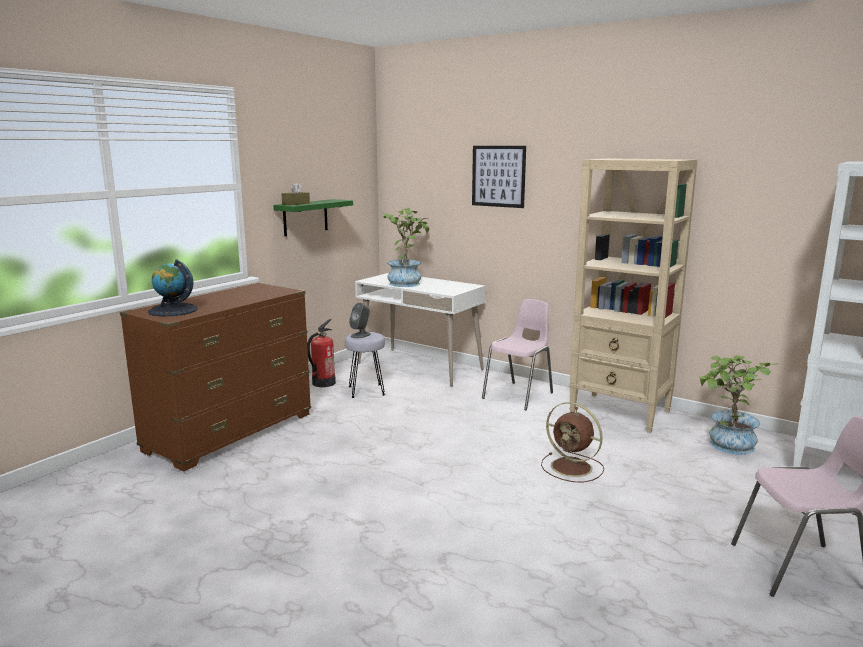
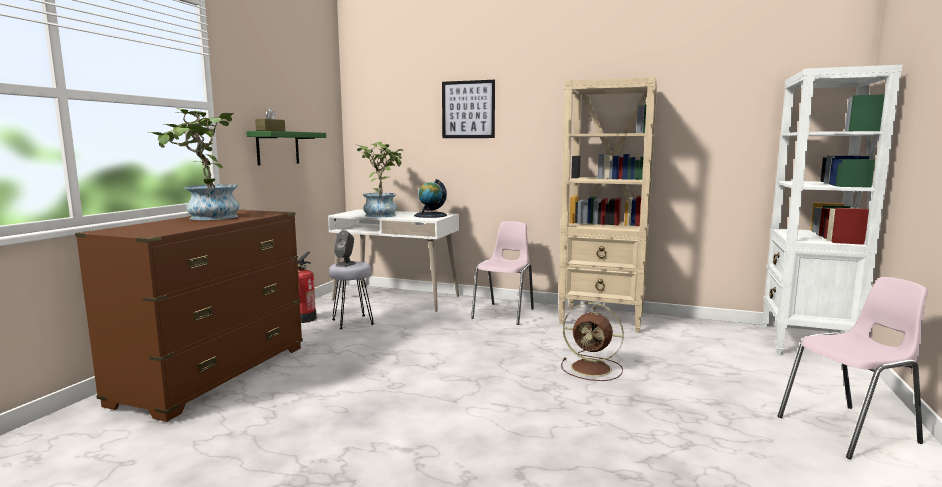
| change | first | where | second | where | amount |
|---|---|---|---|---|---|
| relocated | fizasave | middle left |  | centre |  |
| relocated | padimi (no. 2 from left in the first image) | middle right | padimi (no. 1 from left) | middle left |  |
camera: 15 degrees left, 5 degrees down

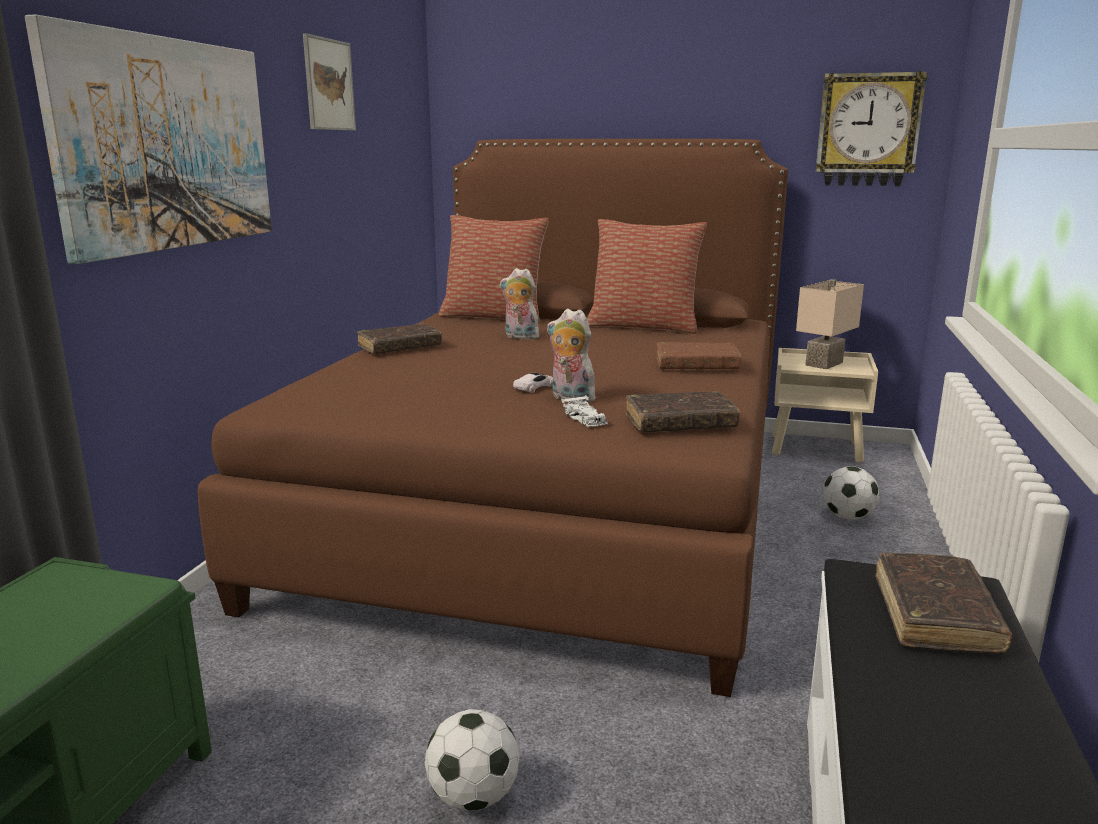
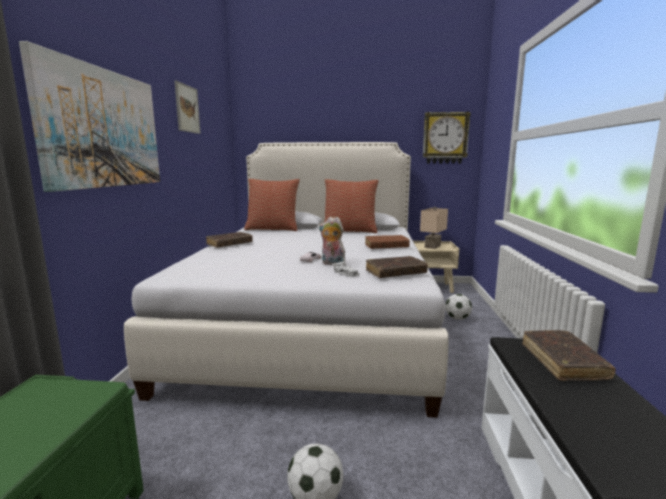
| change | first | where | second | where | amount |
|---|---|---|---|---|---|
| colour | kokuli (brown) | centre | kokuli (white) | centre |  |
| missing | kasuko (no. 1 from left) | centre |  |  |  |
camera: 10 degrees left, 5 degrees down

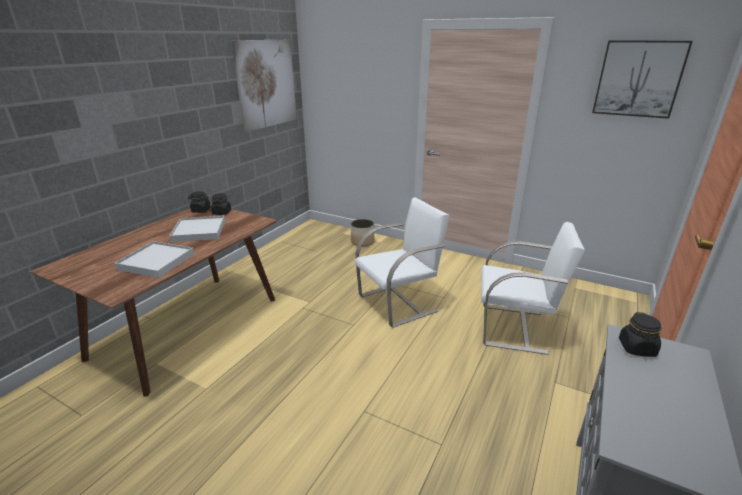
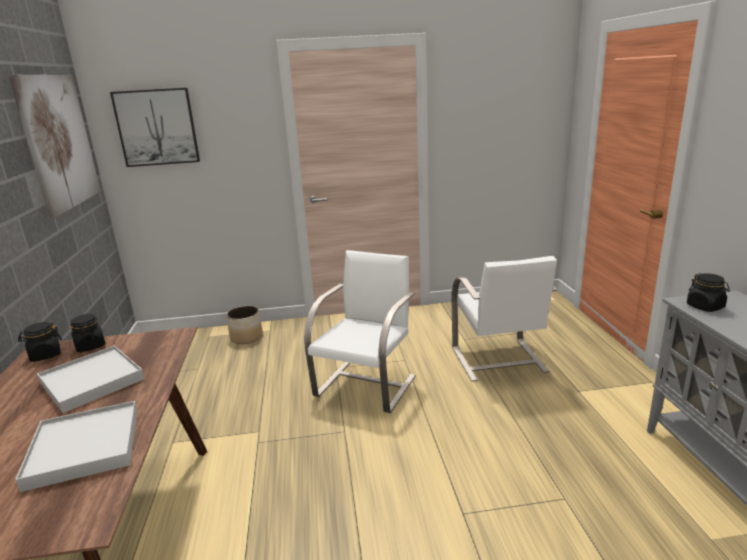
| change | first | where | second | where | amount |
|---|---|---|---|---|---|
| spun | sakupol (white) (no. 2 from left) | middle right |  | middle right | 105 degrees clockwise |
| relocated | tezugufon (no. 2 from left) | top right |  | top left |  |
camera: 35 degrees left, 5 degrees down

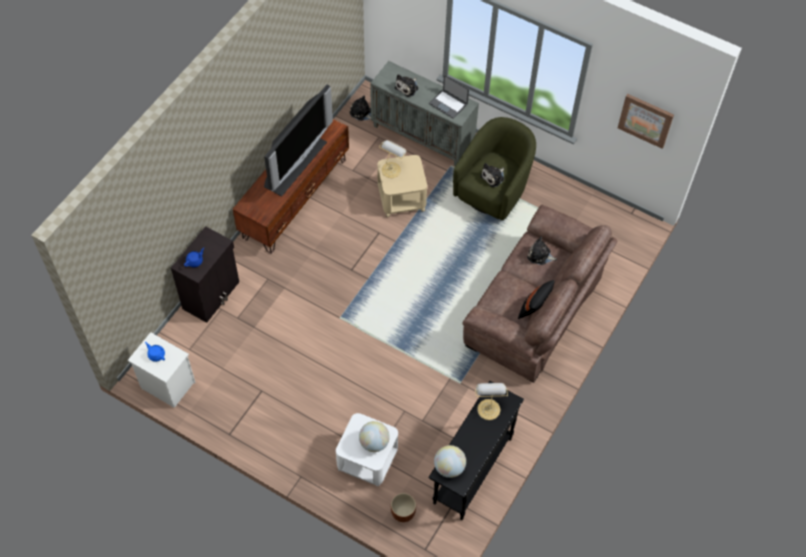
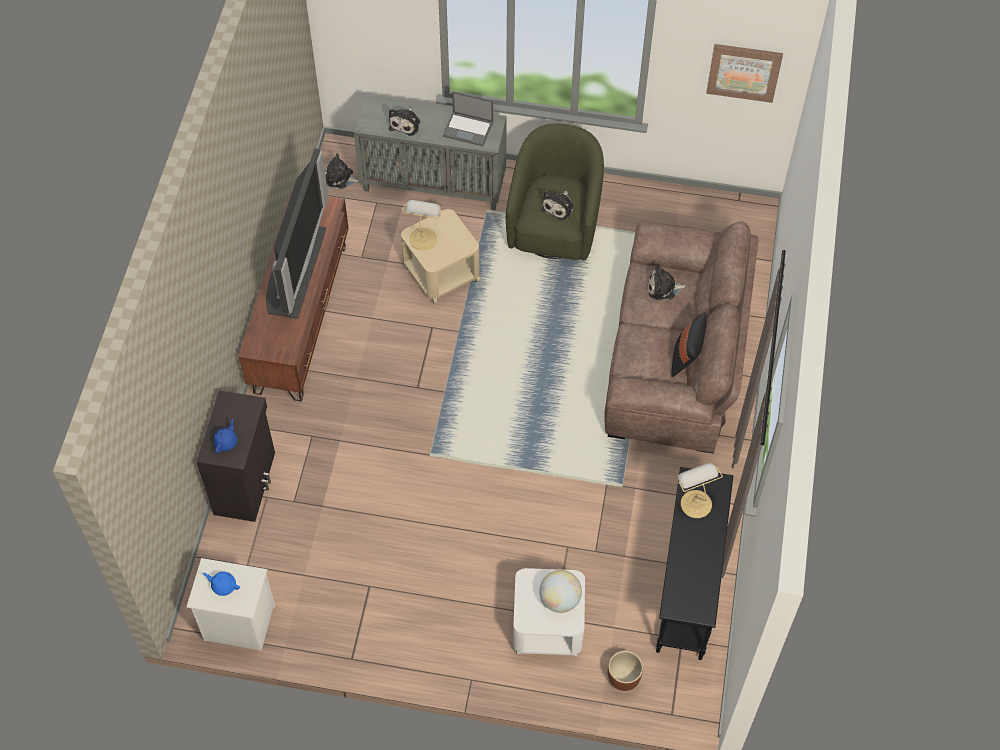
| change | first | where | second | where | amount |
|---|---|---|---|---|---|
| missing | fizasave (no. 2 from left) | bottom centre |  |  |  |
camera: 20 degrees left, 0 degrees up

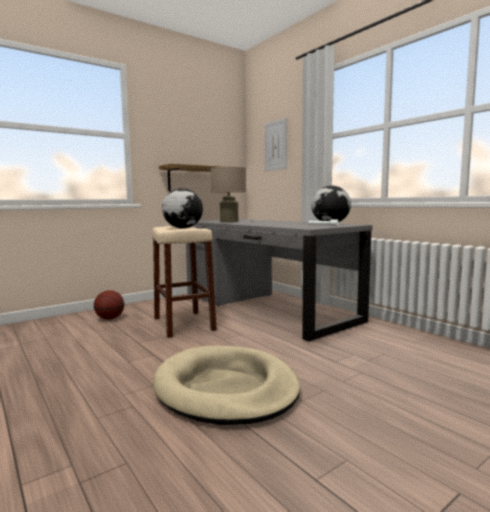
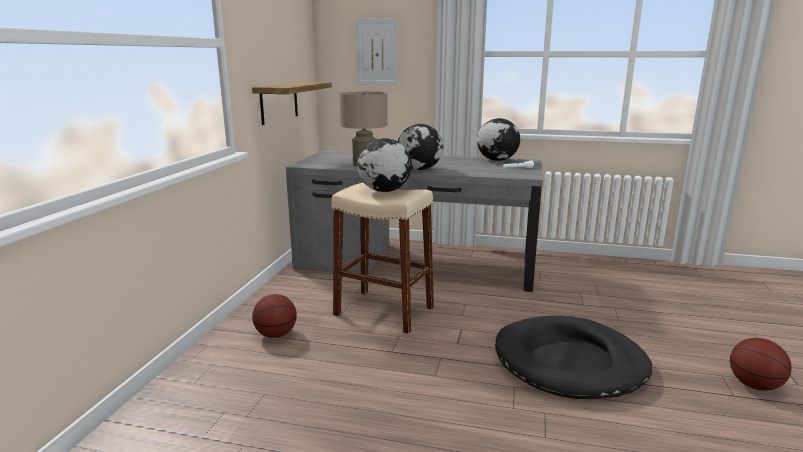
| change | first | where | second | where | amount |
|---|---|---|---|---|---|
| colour | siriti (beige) | bottom centre | siriti (black) | bottom right |  |
| appeared |  |  | fizasave (no. 2 from left) | top centre |  |
| appeared |  |  | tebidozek (no. 2 from left) | bottom right |  |
camera: 40 degrees left, 10 degrees up

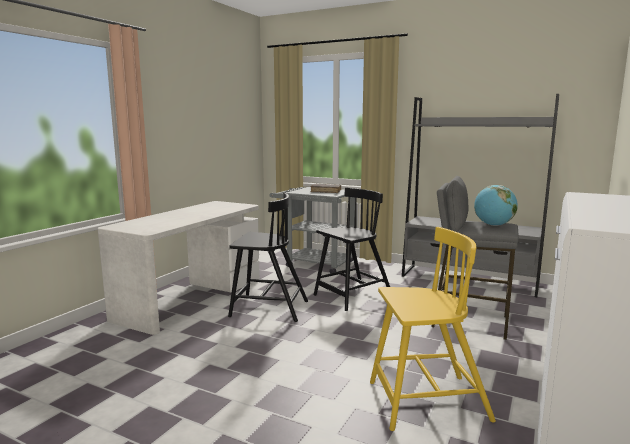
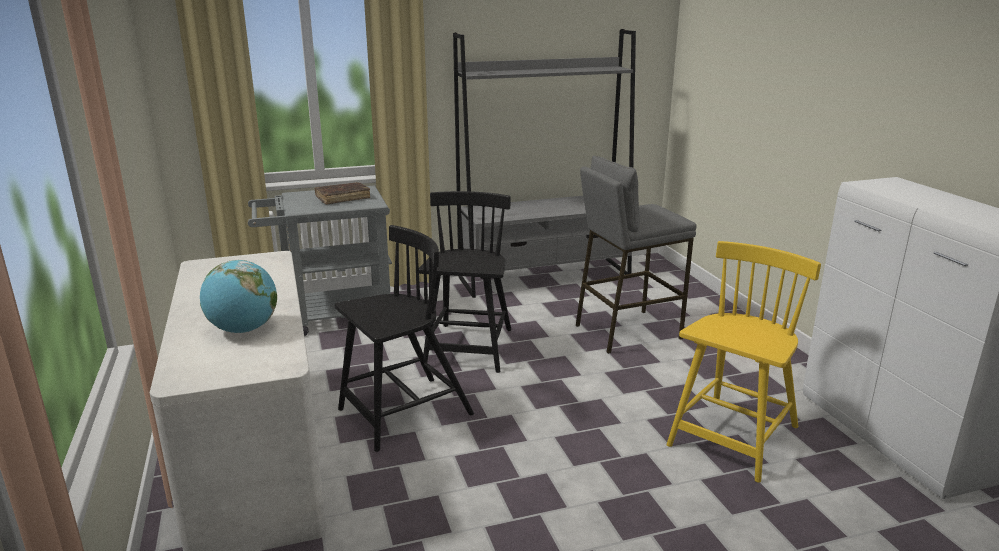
| change | first | where | second | where | amount |
|---|---|---|---|---|---|
| relocated | fizasave | middle right |  | middle left |  |
camera: 45 degrees left, 10 degrees up

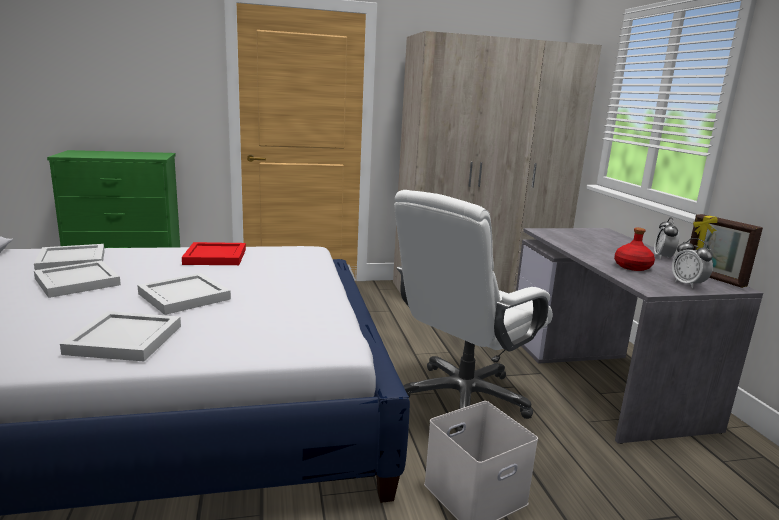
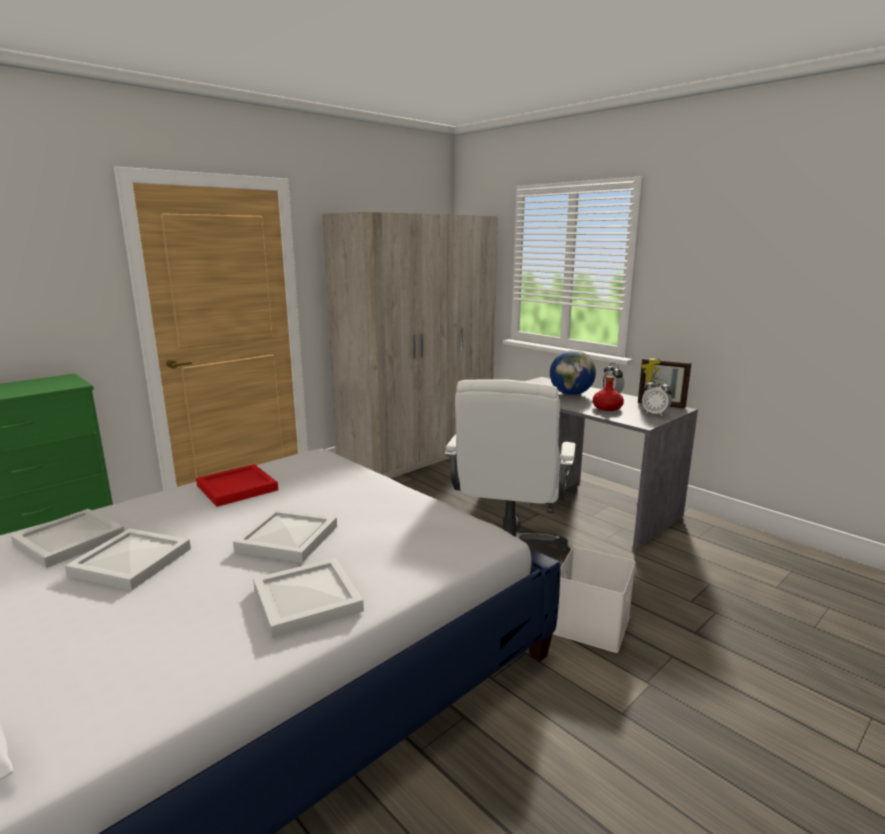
| change | first | where | second | where | amount |
|---|---|---|---|---|---|
| appeared |  |  | fizasave | centre |  |
camera: 30 degrees left, 0 degrees up

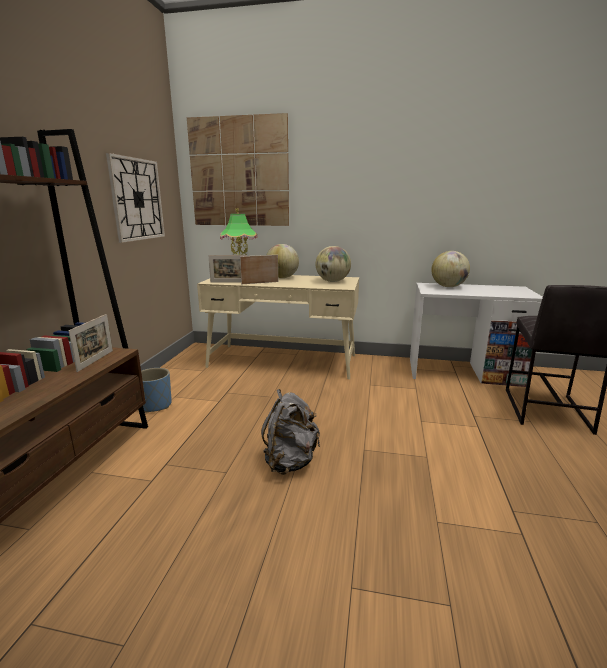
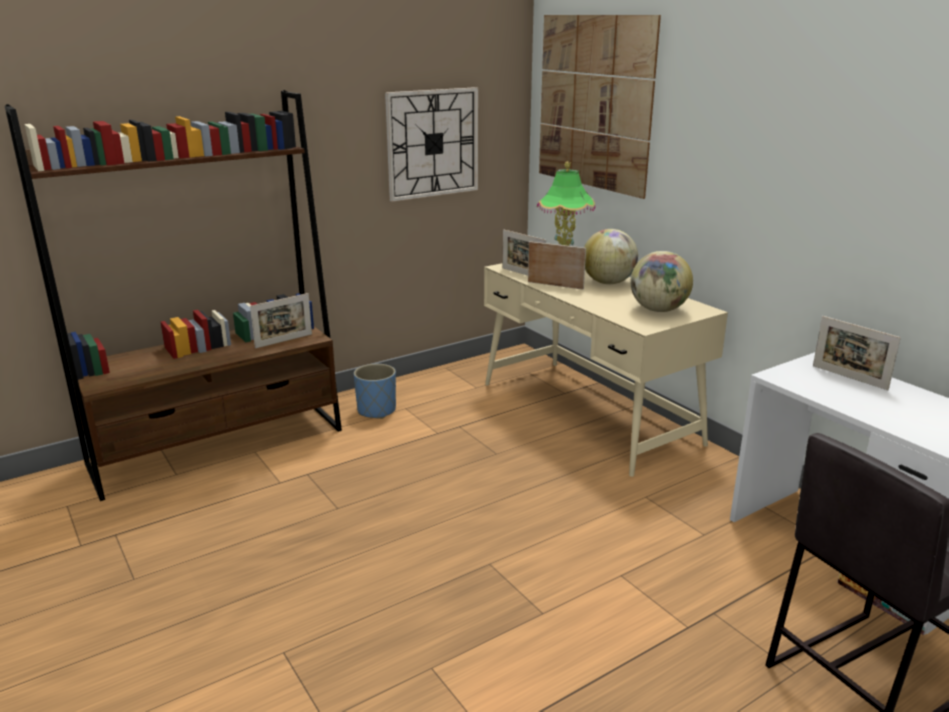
| change | first | where | second | where | amount |
|---|---|---|---|---|---|
| missing | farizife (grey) | centre |  |  |  |
| exchanged | fizasave (no. 3 from left) | middle right | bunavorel (no. 4 from left) | middle right |  |
camera: 45 degrees right, 5 degrees up

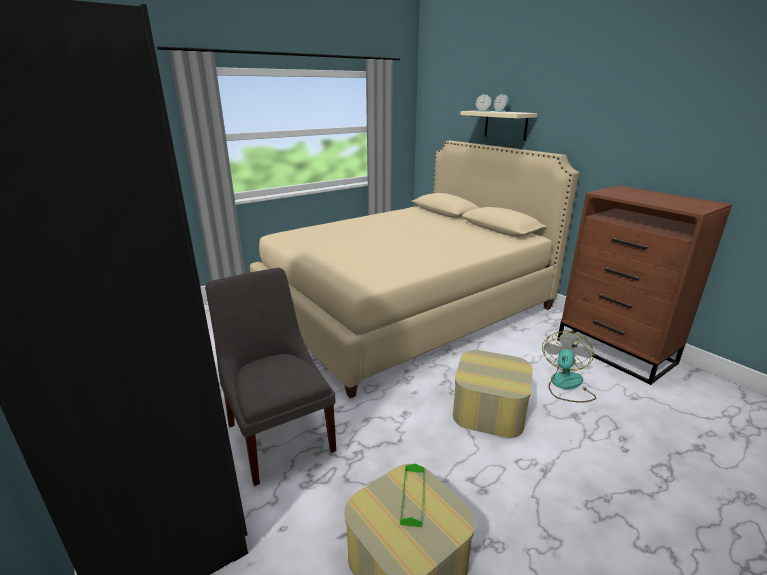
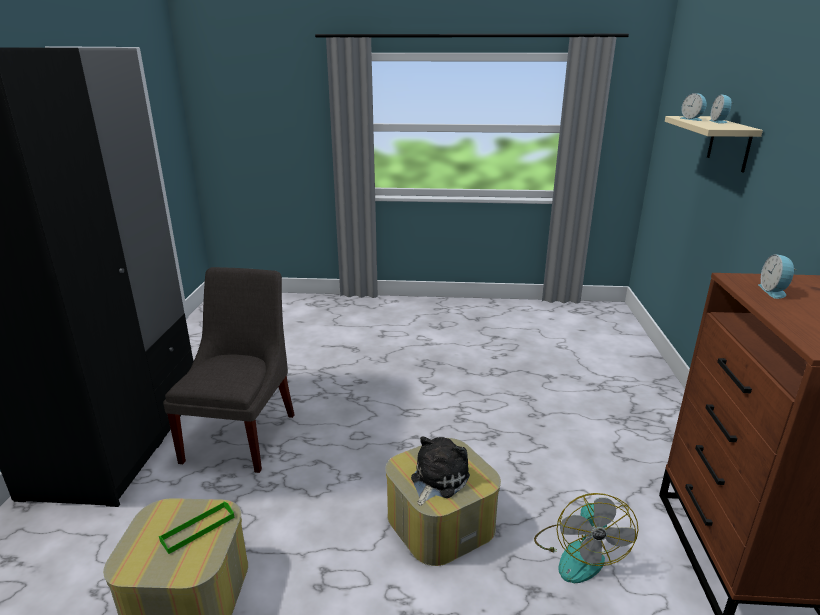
| change | first | where | second | where | amount |
|---|---|---|---|---|---|
| missing | kokuli (beige) | centre |  |  |  |
| spun | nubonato | middle right |  | bottom right | 120 degrees clockwise |
| appeared |  |  | kasuko | bottom centre |  |
| appeared |  |  | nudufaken (no. 3 from left) | middle right |  |
camera: 40 degrees right, 0 degrees up

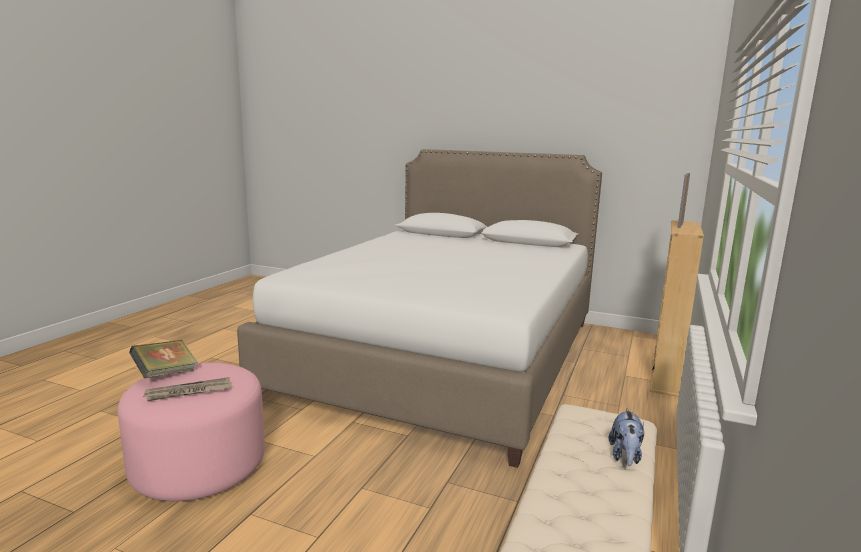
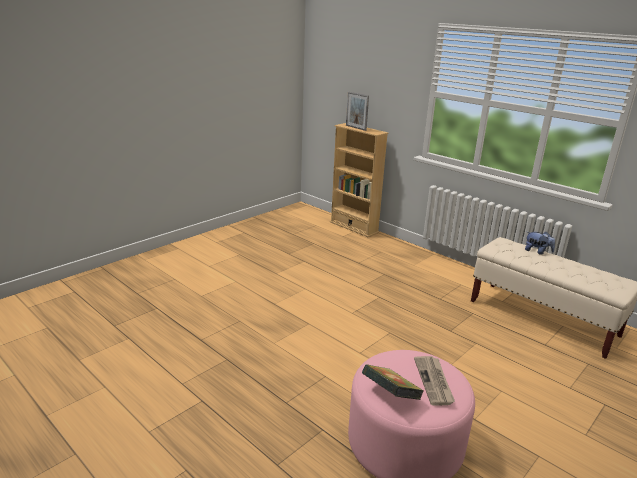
| change | first | where | second | where | amount |
|---|---|---|---|---|---|
| missing | kokuli (white) | centre |  |  |  |
camera: 70 degrees left, 10 degrees up

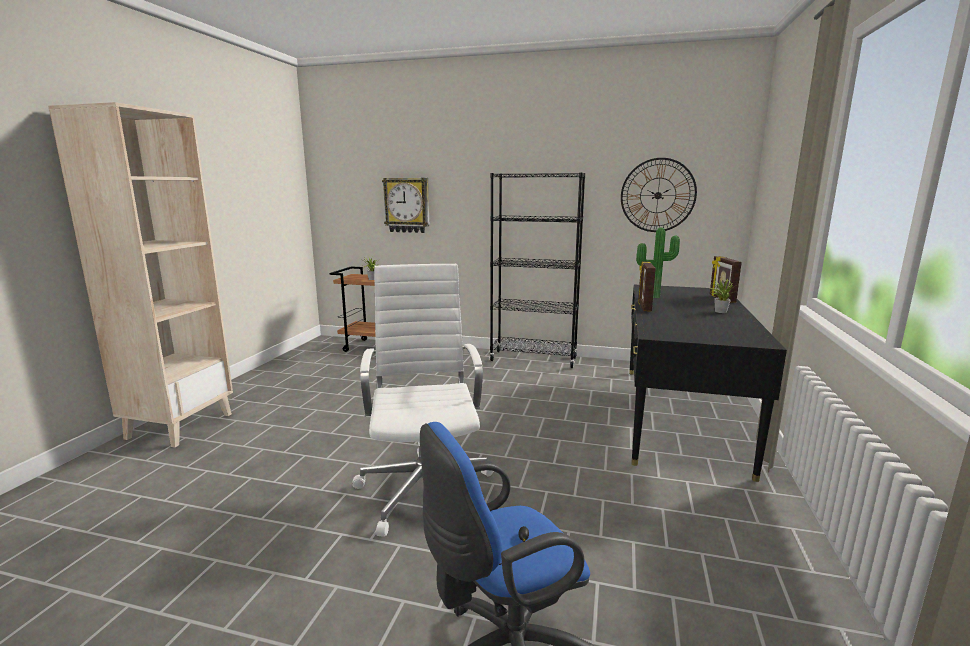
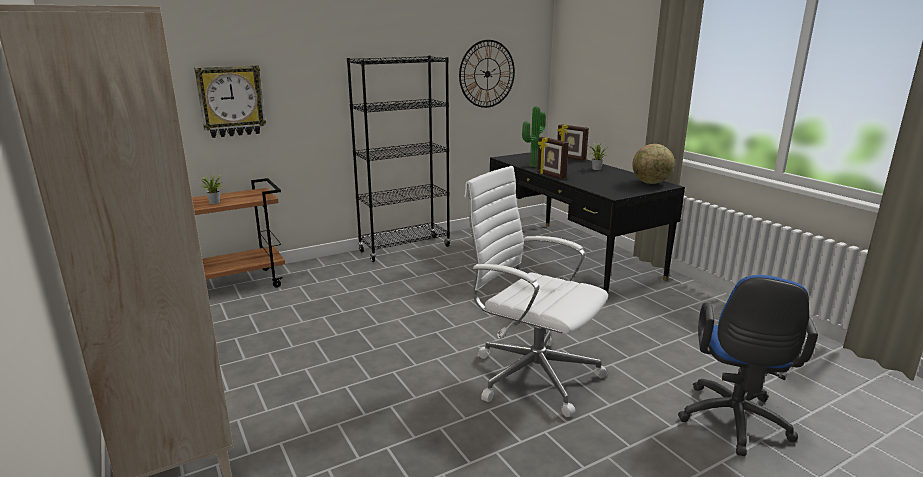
| change | first | where | second | where | amount |
|---|---|---|---|---|---|
| appeared |  |  | fizasave | middle right |  |
camera: 45 degrees left, 5 degrees up

